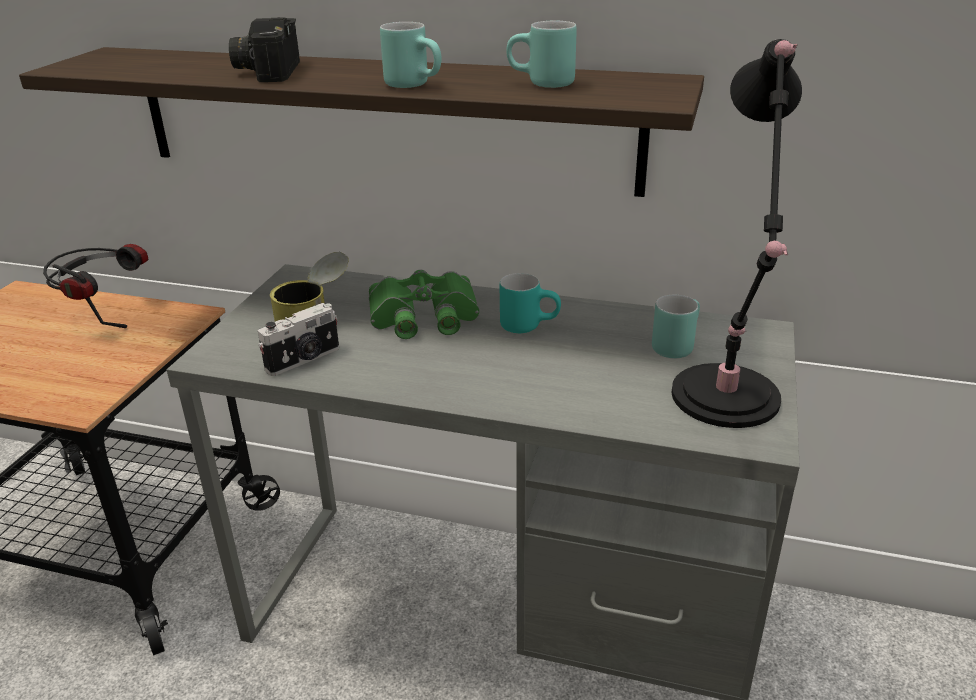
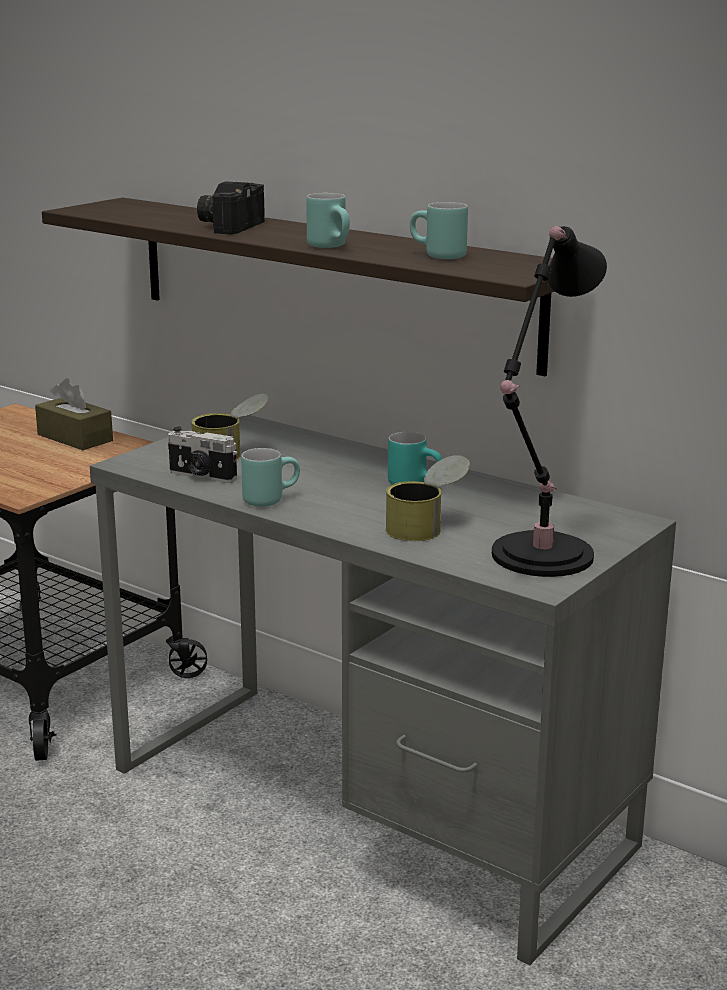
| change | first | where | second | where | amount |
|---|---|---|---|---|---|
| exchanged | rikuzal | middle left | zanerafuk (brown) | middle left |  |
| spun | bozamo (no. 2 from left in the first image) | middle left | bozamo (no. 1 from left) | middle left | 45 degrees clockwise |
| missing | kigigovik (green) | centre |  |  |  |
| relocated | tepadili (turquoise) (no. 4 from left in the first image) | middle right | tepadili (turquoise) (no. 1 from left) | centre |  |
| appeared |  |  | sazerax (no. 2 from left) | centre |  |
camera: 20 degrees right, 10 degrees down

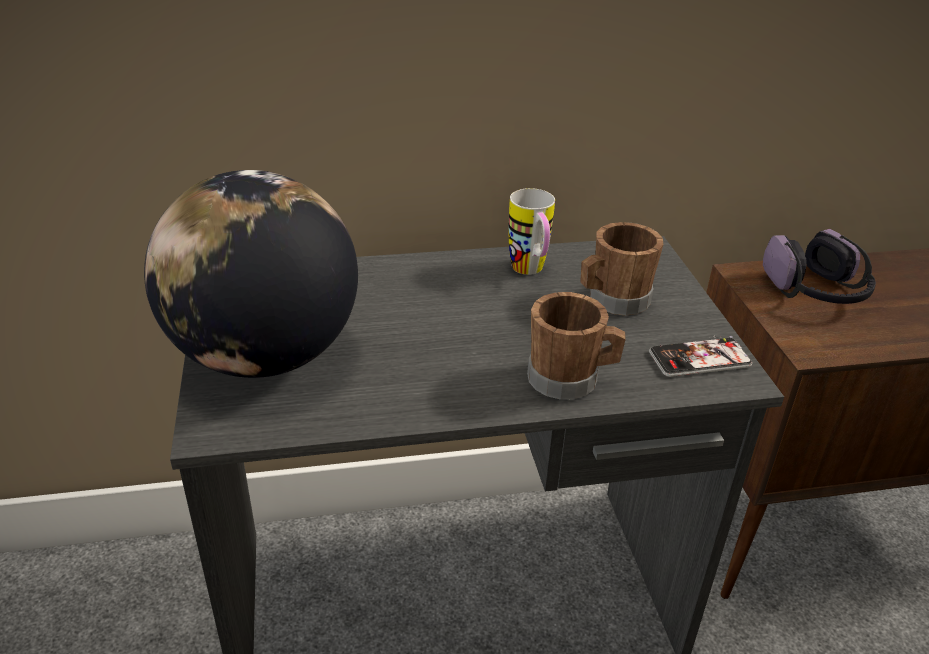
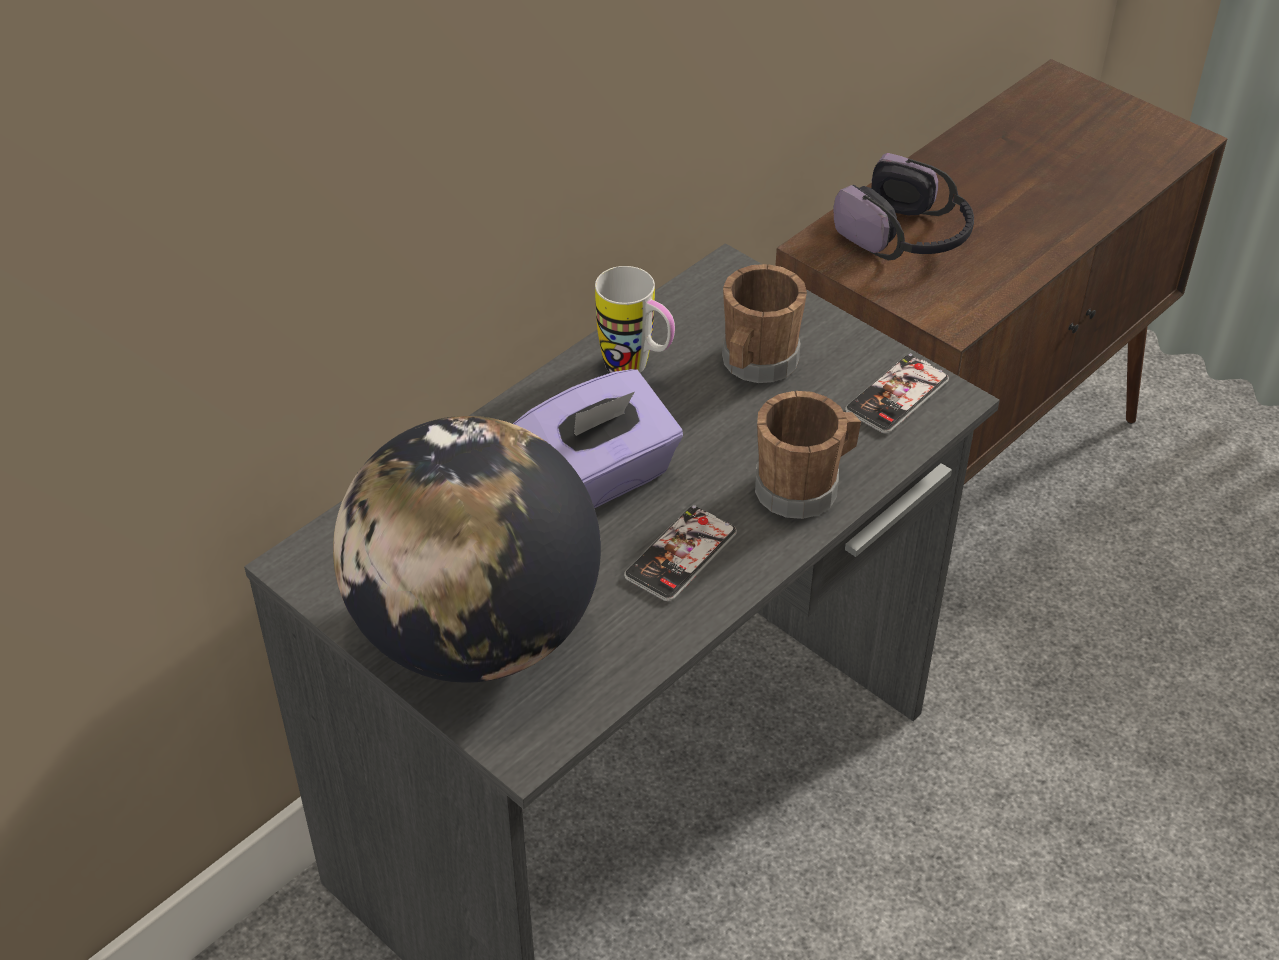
| change | first | where | second | where | amount |
|---|---|---|---|---|---|
| appeared |  |  | zanerafuk (purple) | centre |  |
| appeared |  |  | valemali (no. 1 from left) | centre |  |
camera: 35 degrees left, 10 degrees up

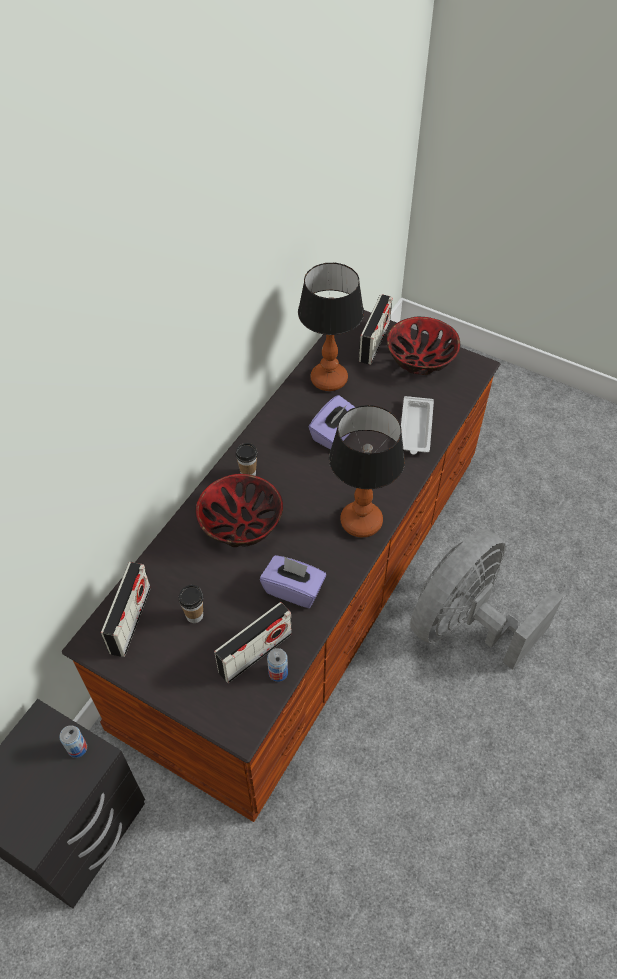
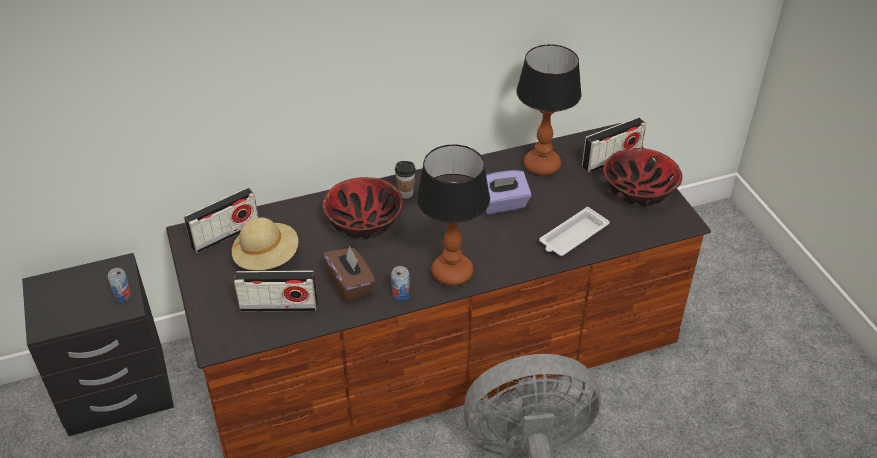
| change | first | where | second | where | amount |
|---|---|---|---|---|---|
| exchanged | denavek (no. 1 from left) | middle left | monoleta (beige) | middle left |  |
| colour | zanerafuk (purple) (no. 1 from left) | centre | zanerafuk (brown) | centre |  |
| relocated | sazerax (no. 2 from left) | bottom centre |  | centre |  |
camera: 40 degrees right, 10 degrees down

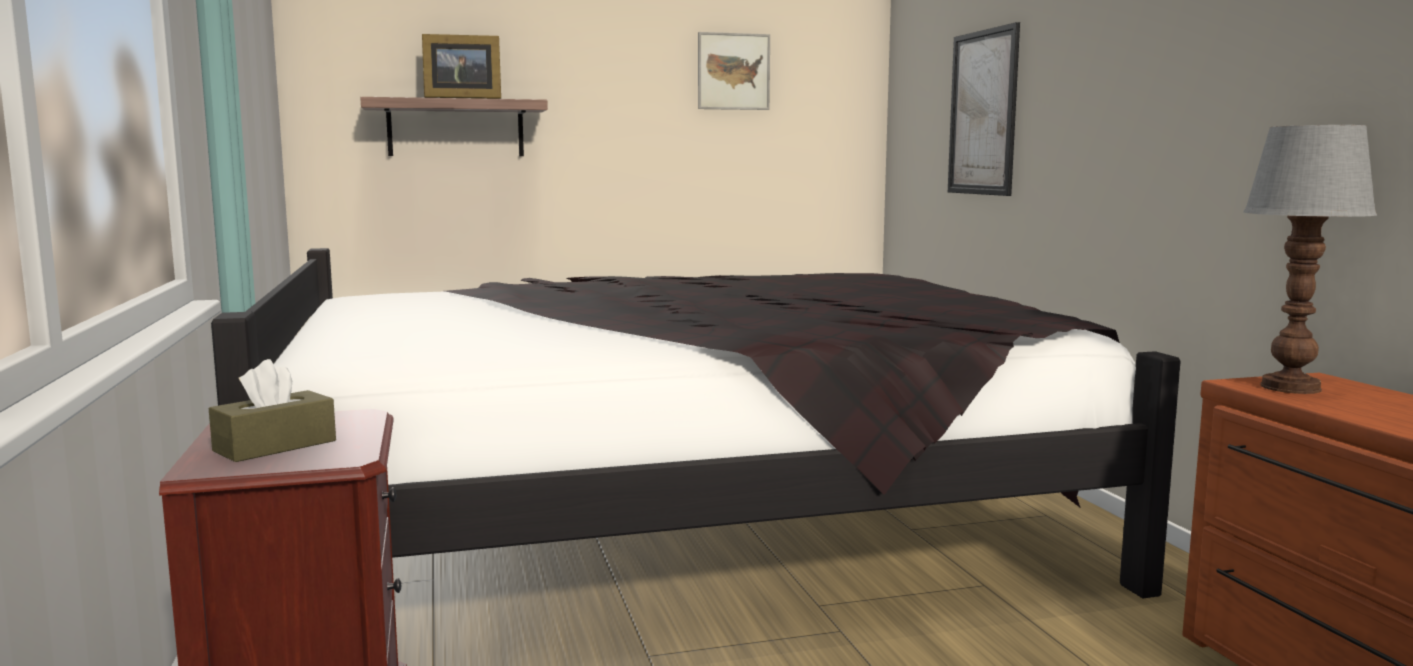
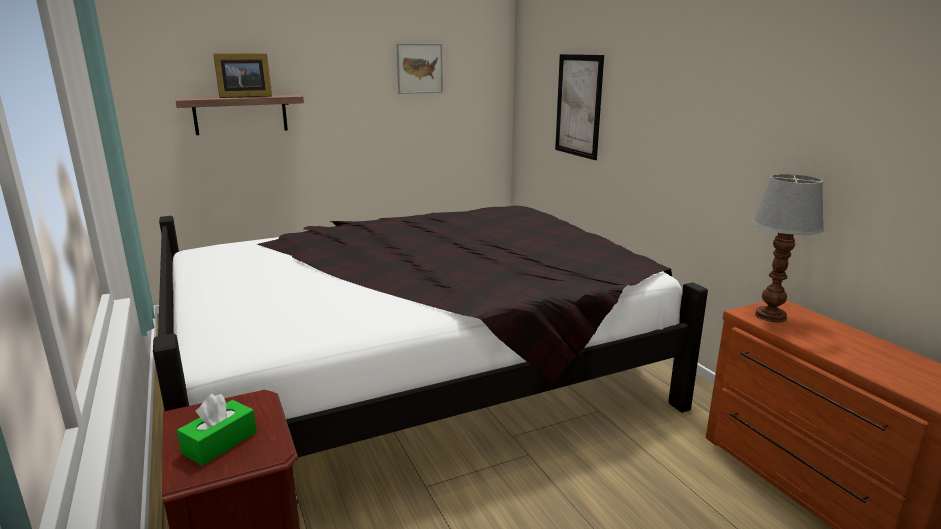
| change | first | where | second | where | amount |
|---|---|---|---|---|---|
| colour | zanerafuk (brown) | middle left | zanerafuk (green) | bottom left |  |
camera: 10 degrees left, 10 degrees up

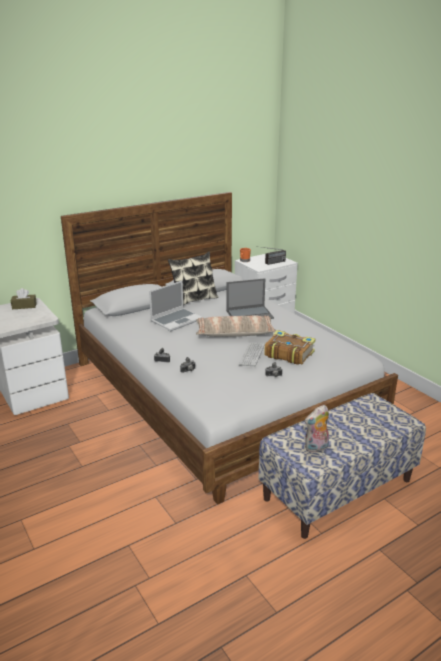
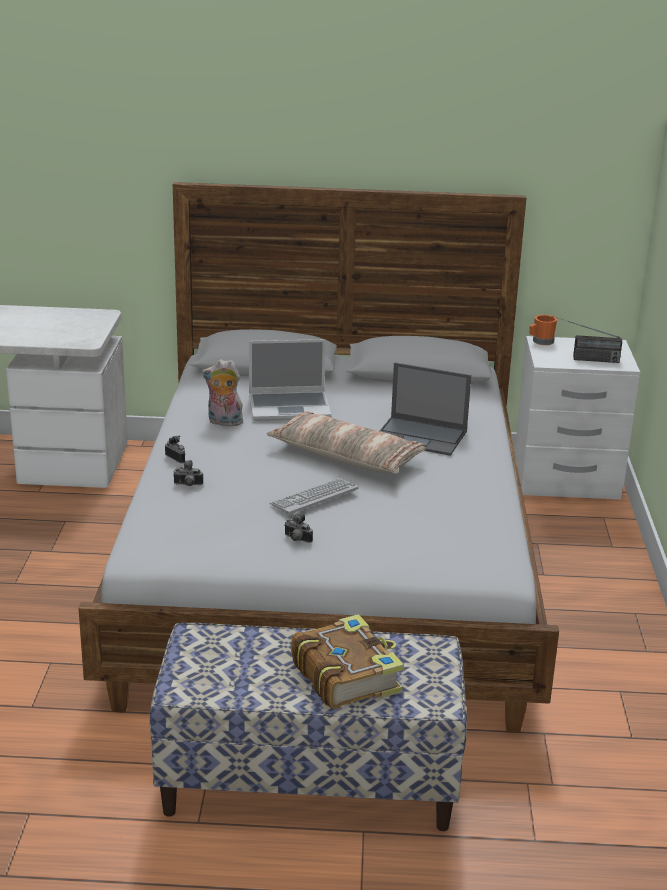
| change | first | where | second | where | amount |
|---|---|---|---|---|---|
| missing | zanerafuk (brown) | middle left |  |  |  |
| missing | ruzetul (no. 1 from left) | centre |  |  |  |
| relocated | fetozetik | centre |  | bottom centre |  |
| relocated | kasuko | middle right |  | middle left |  |
camera: 35 degrees right, 0 degrees up

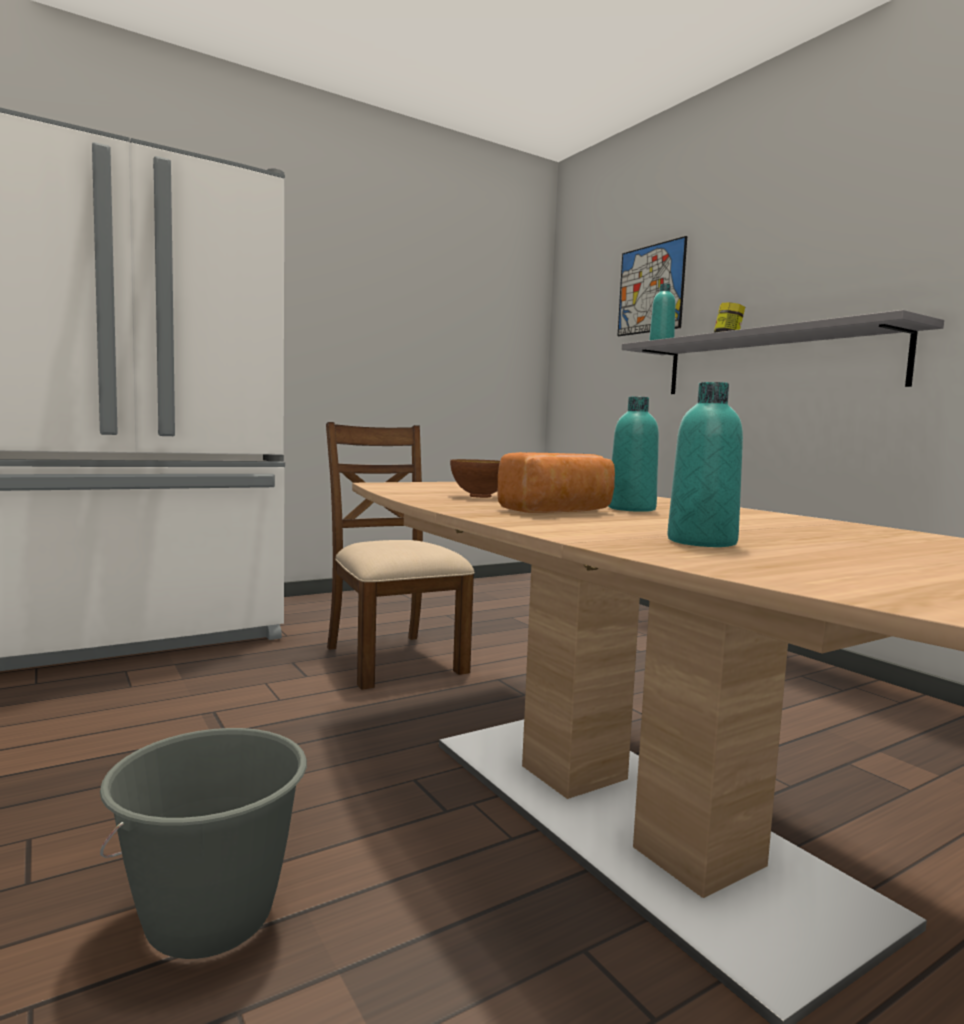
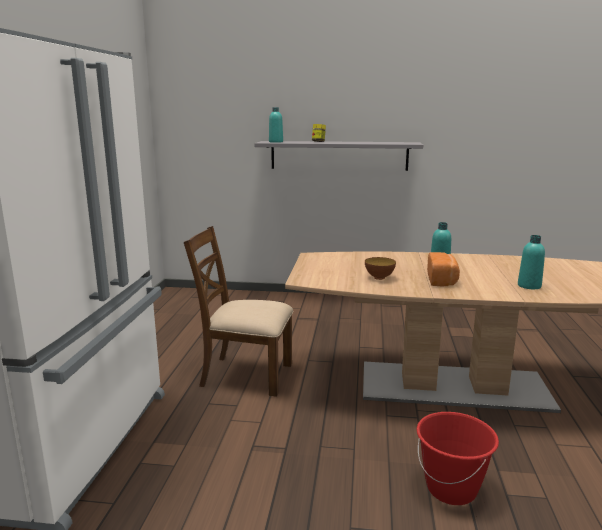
| change | first | where | second | where | amount |
|---|---|---|---|---|---|
| colour | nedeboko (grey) | bottom left | nedeboko (red) | bottom right |  |
| missing | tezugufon | top right |  |  |  |
camera: 50 degrees left, 10 degrees up

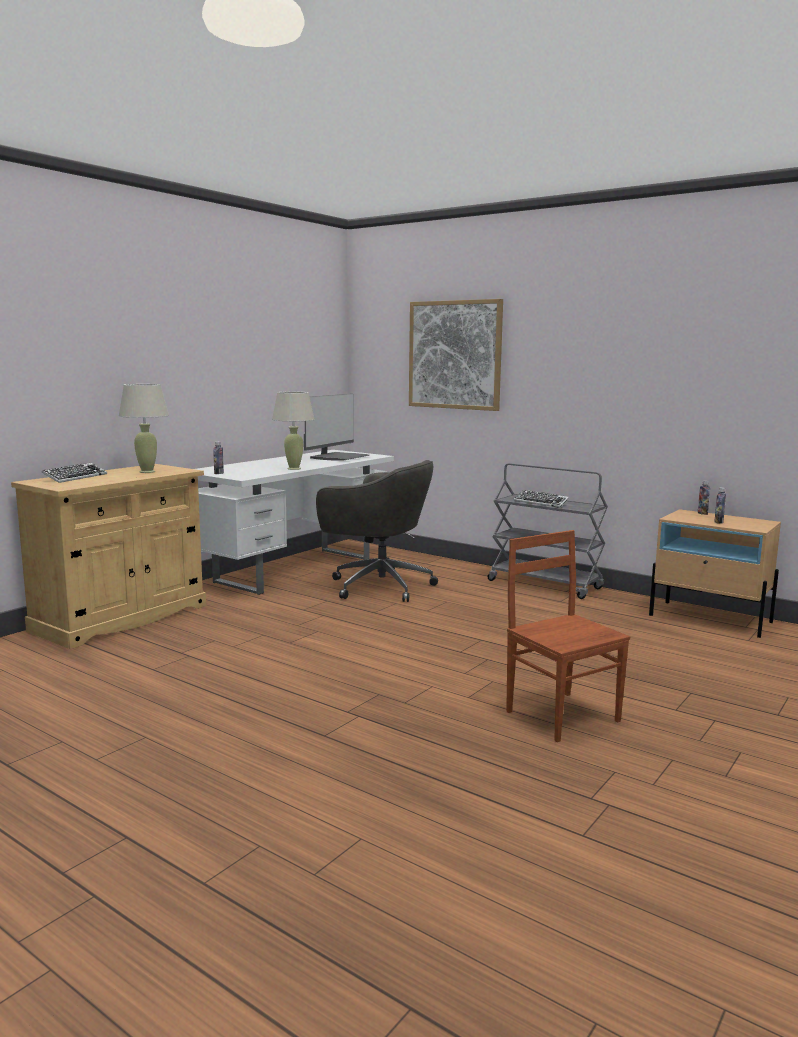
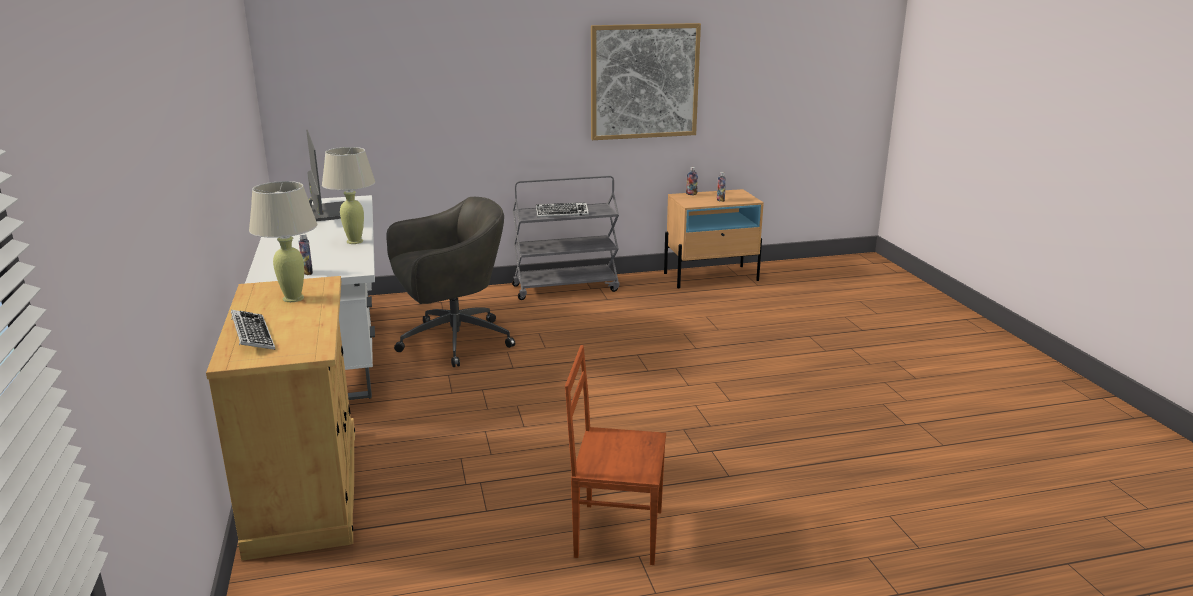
| change | first | where | second | where | amount |
|---|---|---|---|---|---|
| relocated | tezugufon | centre |  | top centre |  |
| relocated | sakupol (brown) | middle right |  | bottom centre |  |
camera: 50 degrees left, 10 degrees up

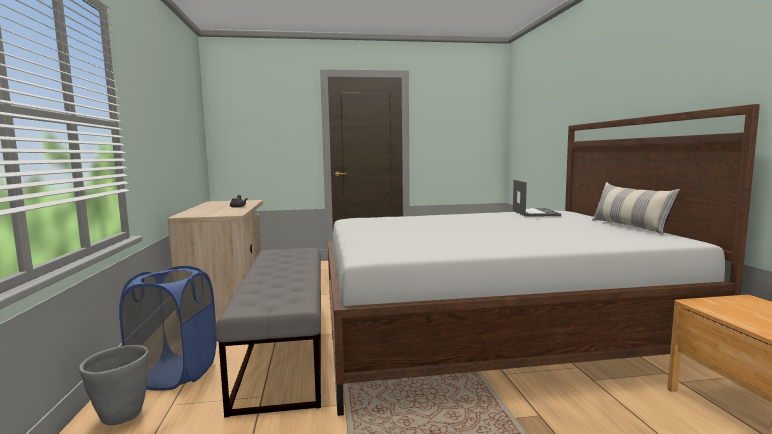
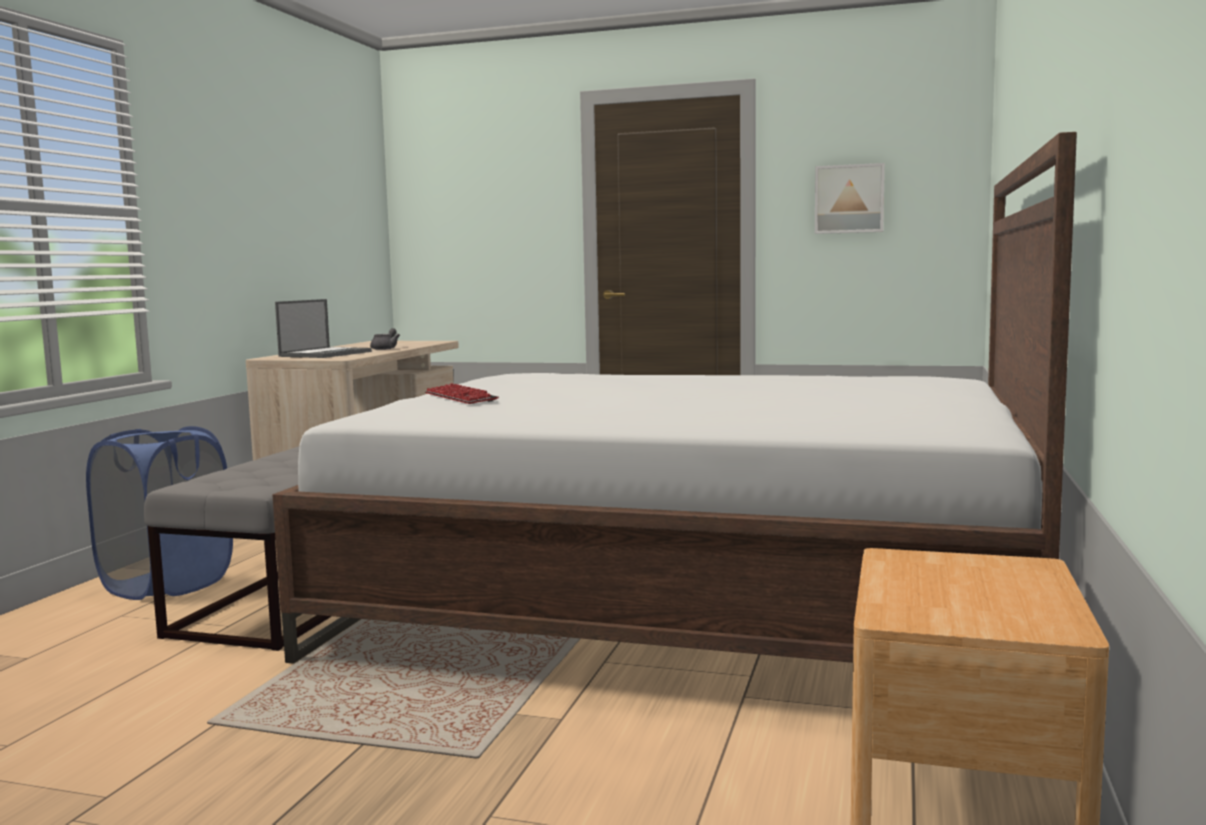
| change | first | where | second | where | amount |
|---|---|---|---|---|---|
| missing | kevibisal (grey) | bottom left |  |  |  |
| relocated | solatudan | middle right |  | middle left |  |
| missing | ruzetul | middle right |  |  |  |
| appeared |  |  | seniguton | centre |  |
| appeared |  |  | tezugufon | top right |  |
camera: 25 degrees right, 0 degrees up

